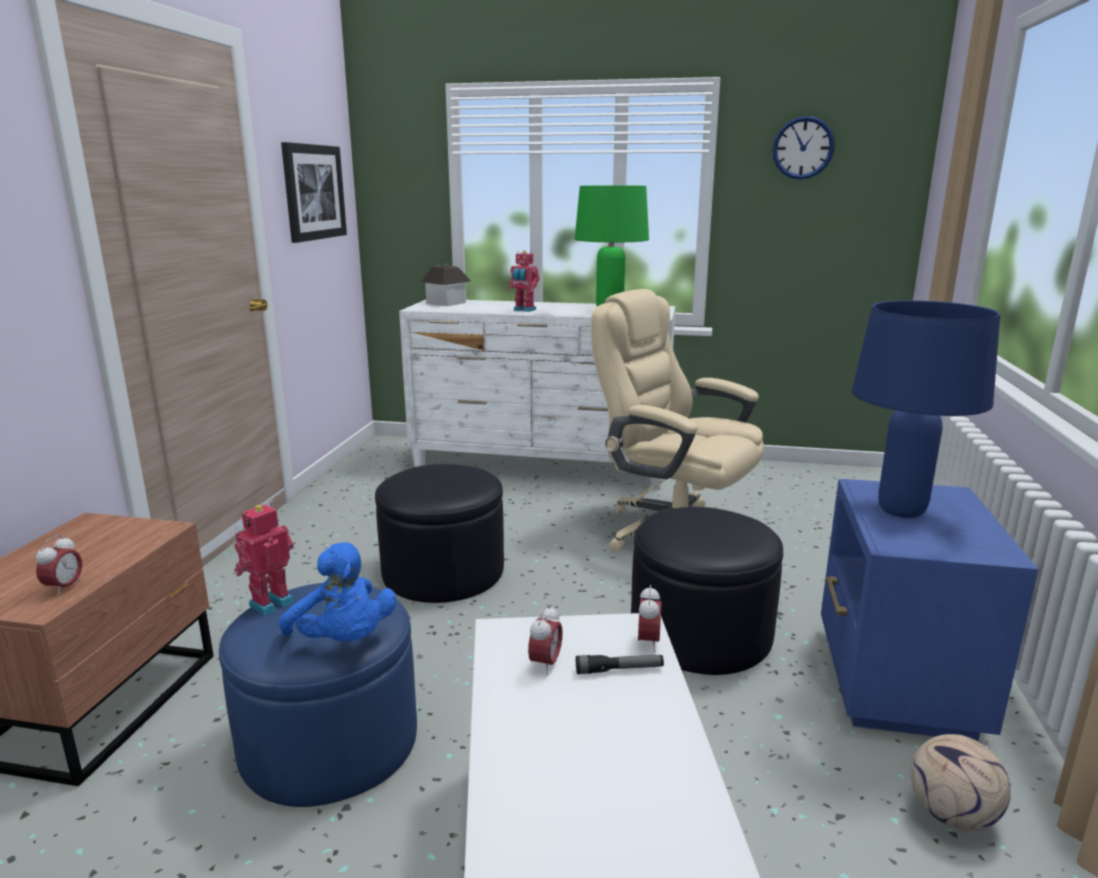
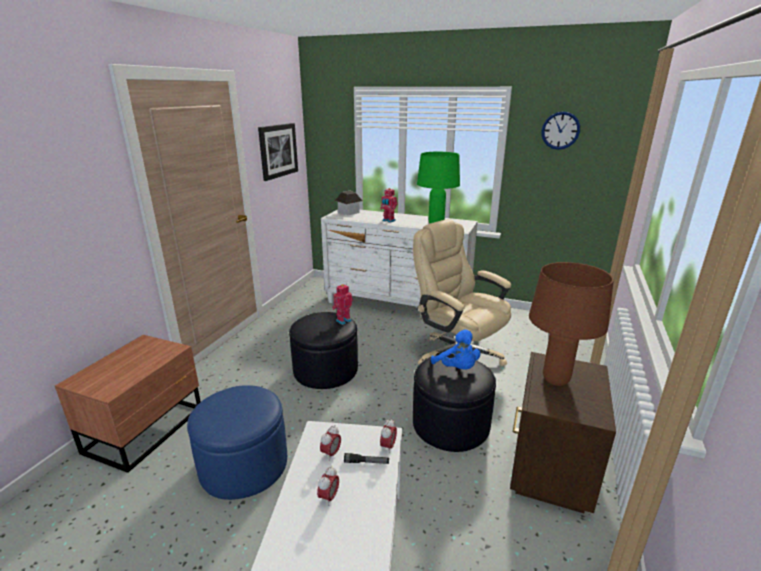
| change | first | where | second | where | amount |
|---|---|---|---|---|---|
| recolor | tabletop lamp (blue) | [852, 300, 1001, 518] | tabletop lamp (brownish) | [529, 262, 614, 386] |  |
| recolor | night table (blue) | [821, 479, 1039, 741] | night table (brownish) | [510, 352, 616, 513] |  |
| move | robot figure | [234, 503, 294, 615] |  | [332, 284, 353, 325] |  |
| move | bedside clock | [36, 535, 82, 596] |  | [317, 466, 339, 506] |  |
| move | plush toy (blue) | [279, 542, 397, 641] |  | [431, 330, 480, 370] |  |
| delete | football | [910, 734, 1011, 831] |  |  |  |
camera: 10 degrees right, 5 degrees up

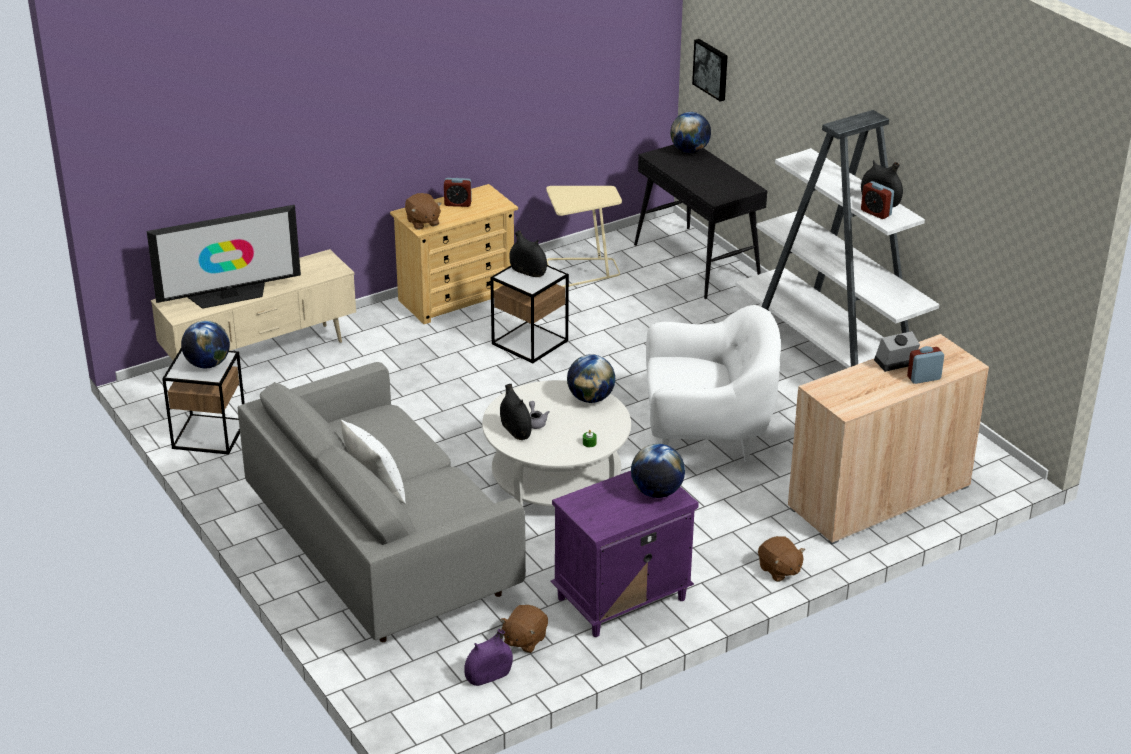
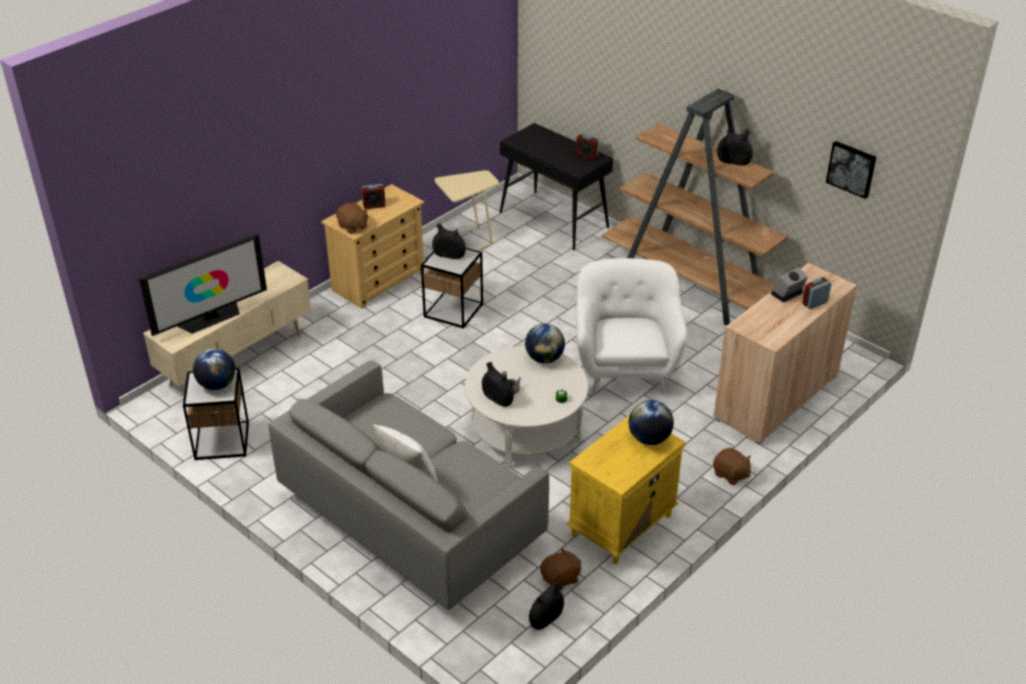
| change | first | where | second | where | amount |
|---|---|---|---|---|---|
| move | wall picture | [692, 39, 727, 102] |  | [826, 141, 876, 199] |  |
| recolor | bookshelf (whitish) | [735, 110, 940, 368] | bookshelf (brownish) | [601, 89, 788, 326] |  |
| delete | globe | [670, 112, 711, 153] |  |  |  |
| move | bedside clock | [861, 181, 894, 219] |  | [576, 133, 599, 159] |  |
| rotate | lounge chair (whitish) | [646, 305, 781, 462] |  | [576, 258, 687, 394] | 75 degrees counterclockwise |
| recolor | night table (purple) | [550, 471, 699, 637] | night table (yellow) | [566, 415, 686, 564] |  |
| rotate | plush toy (brownish) | [500, 605, 548, 653] |  | [540, 547, 581, 591] | 135 degrees counterclockwise |
| recolor | vase (purple) | [464, 629, 513, 686] | vase (blackish) | [529, 580, 564, 630] |  |
camera: 15 degrees left, 5 degrees up

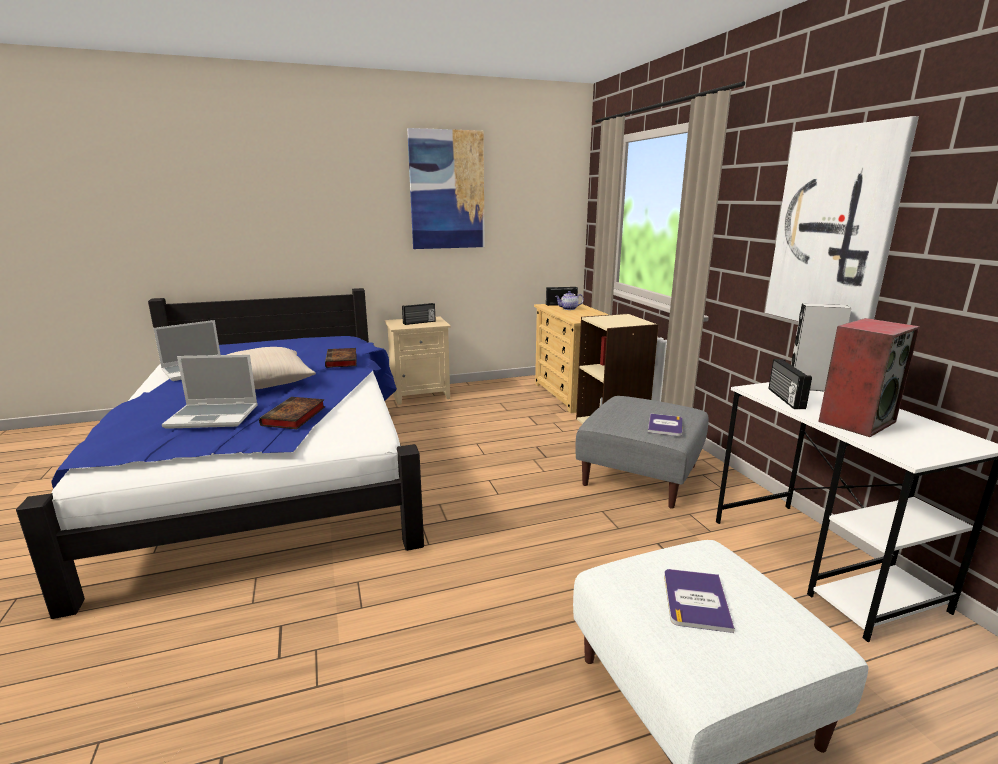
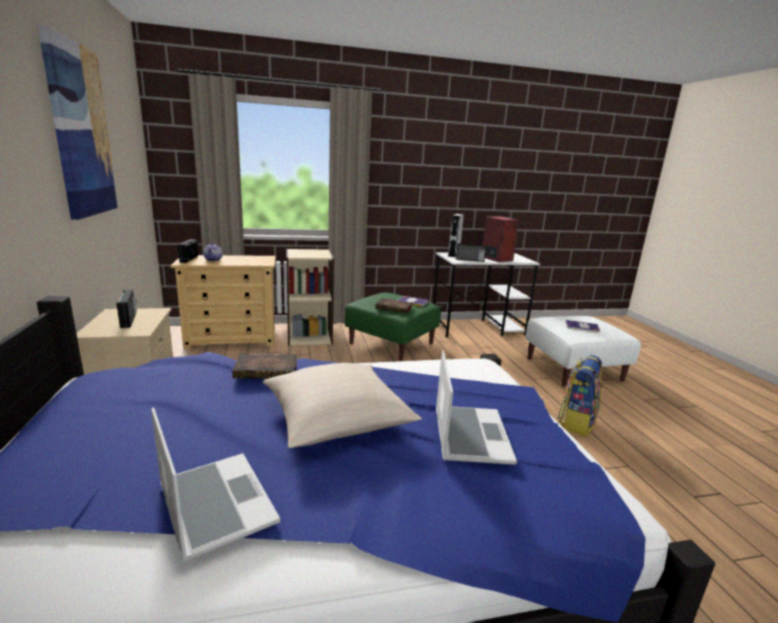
| change | first | where | second | where | amount |
|---|---|---|---|---|---|
| delete | wall picture | [765, 116, 919, 323] |  |  |  |
| recolor | pouffe (greyish) | [575, 396, 709, 509] | pouffe (green-coloured) | [345, 293, 441, 361] |  |
| move | bound book | [259, 397, 325, 429] |  | [375, 298, 413, 313] |  |
| insert |  |  | backpack | [557, 355, 602, 437] |  |
camera: 85 degrees left, 0 degrees up

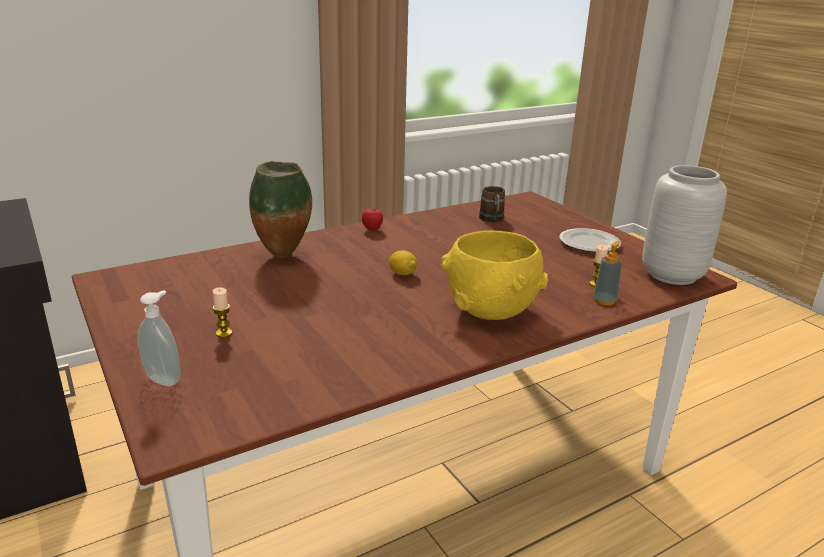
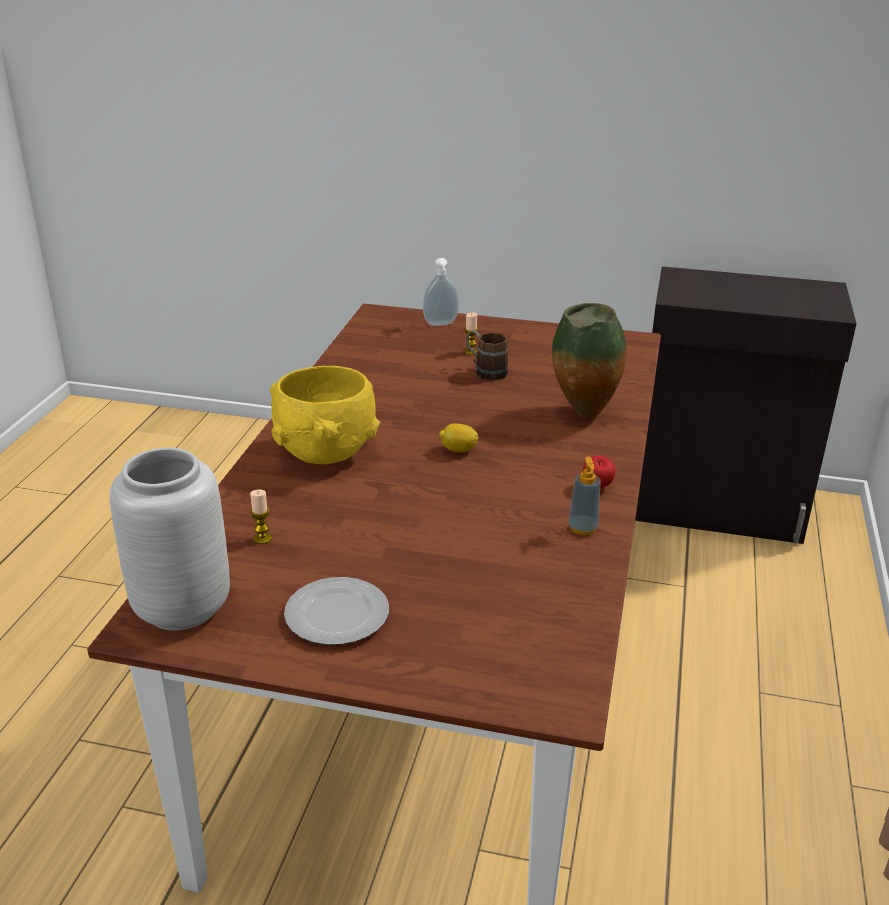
| change | first | where | second | where | amount |
|---|---|---|---|---|---|
| move | tea mug (brownish) | [479, 186, 505, 223] |  | [467, 330, 508, 381] |  |
| move | soap bottle | [593, 240, 622, 305] |  | [568, 457, 600, 535] |  |
camera: 135 degrees right, 5 degrees up

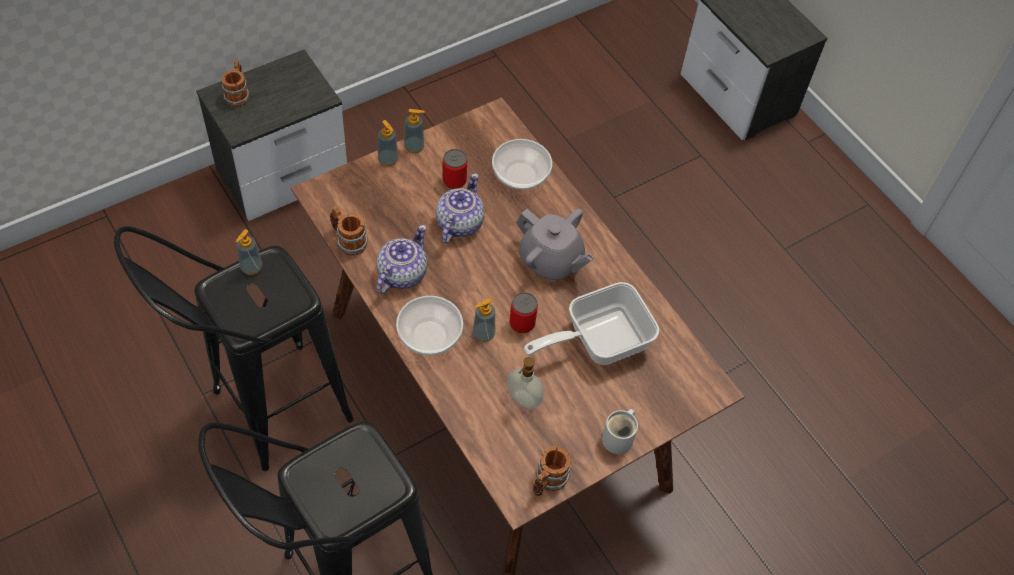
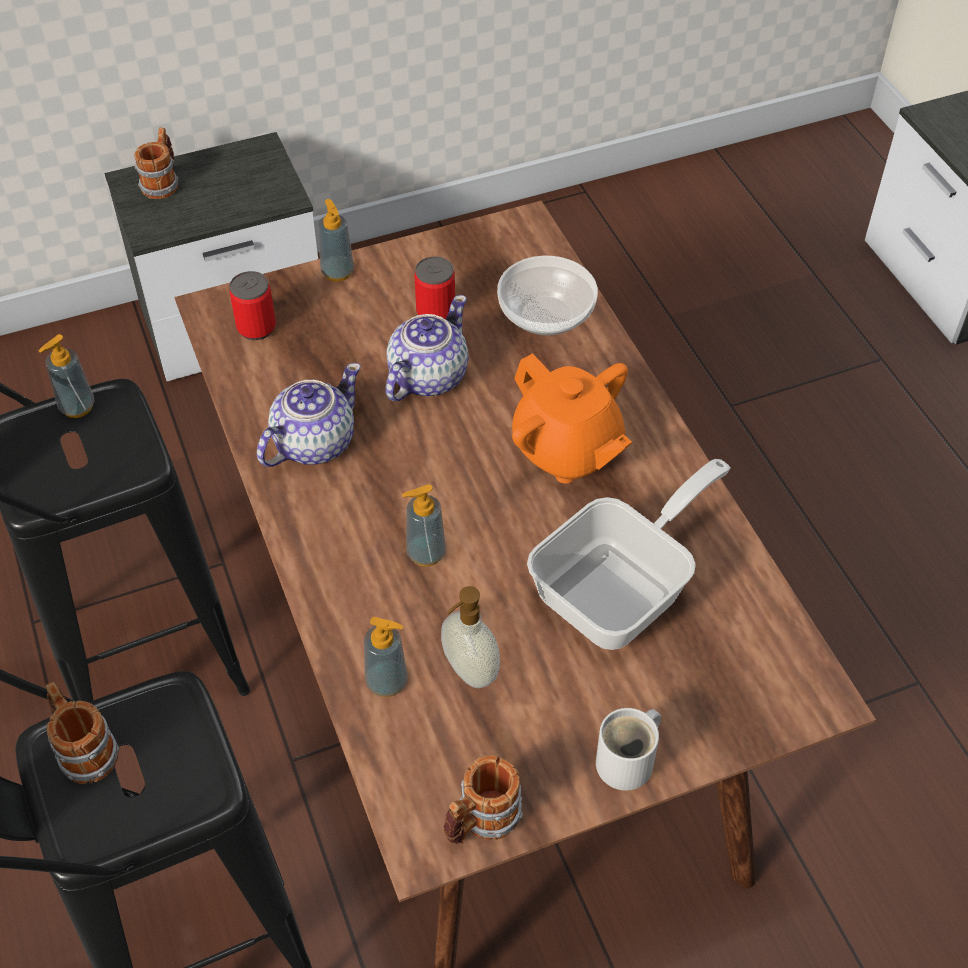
| change | first | where | second | where | amount |
|---|---|---|---|---|---|
| move | soap bottle | [404, 109, 425, 153] |  | [364, 617, 408, 697] |  |
| move | tea mug | [330, 206, 368, 256] |  | [46, 682, 119, 784] |  |
| recolor | pot for tea (greyish) | [516, 209, 594, 282] | pot for tea (orange) | [512, 353, 632, 483] |  |
| rotate | pan | [524, 282, 659, 365] |  | [527, 459, 730, 650] | 150 degrees clockwise |
| move | can | [509, 292, 538, 333] |  | [229, 271, 276, 340] |  |
| delete | bowl | [396, 296, 463, 356] |  |  |  |
camera: 15 degrees right, 5 degrees down

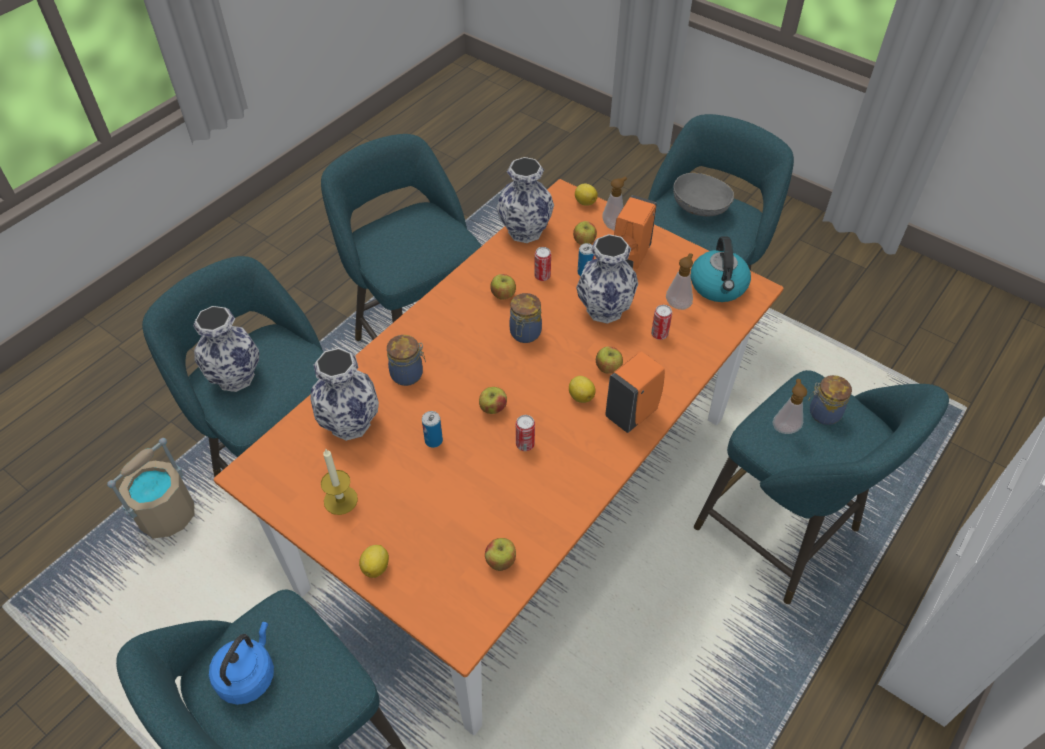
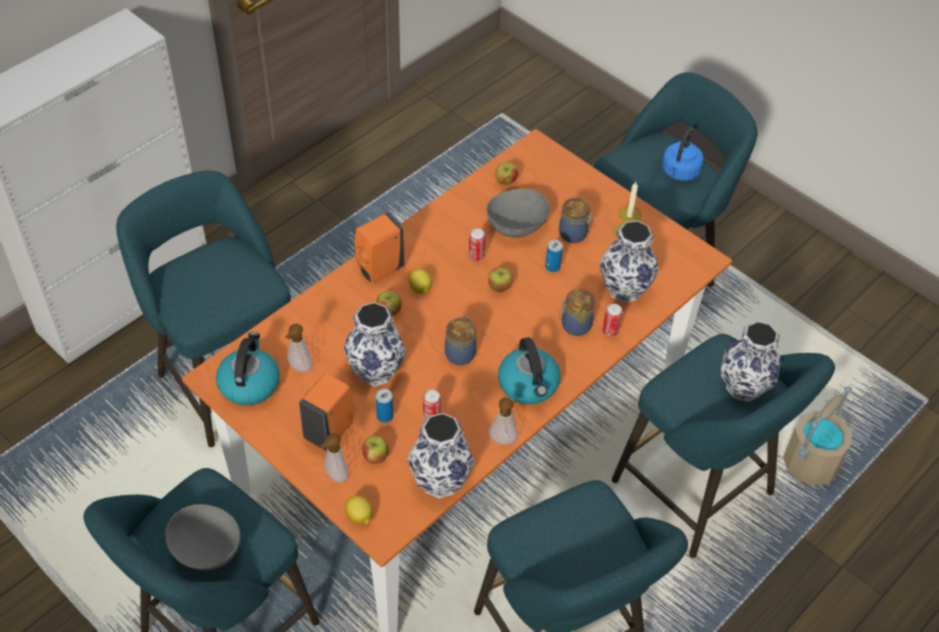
| change | first | where | second | where | amount |
|---|---|---|---|---|---|
| delete | whole apple | [490, 274, 516, 300] |  |  |  |
| move | can | [651, 305, 672, 340] |  | [602, 304, 623, 336] |  |
| move | storage jar | [808, 375, 852, 425] |  | [559, 198, 593, 243] |  |
| move | soap bottle | [772, 379, 808, 434] |  | [489, 398, 518, 445] |  |
| delete | lemon | [359, 545, 389, 578] |  |  |  |
| insert |  |  | bowl (greyish) | [486, 189, 550, 238] |  |
| insert |  |  | water kettle | [498, 337, 561, 404] |  |
camera: 175 degrees left, 0 degrees up

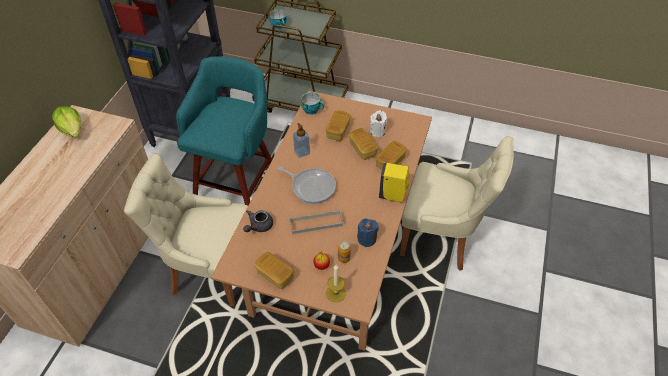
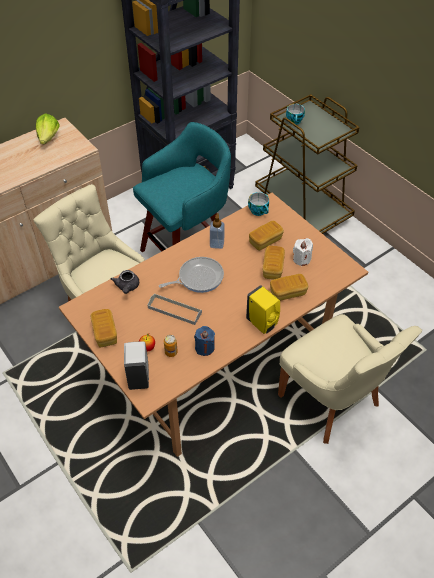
| change | first | where | second | where | amount |
|---|---|---|---|---|---|
| rotate | pan | [277, 166, 336, 204] |  | [159, 257, 224, 293] | 90 degrees counterclockwise |
| rotate | pot for tea (greyish) | [243, 210, 273, 232] |  | [111, 270, 139, 294] | 75 degrees counterclockwise |
| replace | candle | [326, 265, 346, 302] | soap bottle (whitish) | [124, 342, 149, 390] |  |
camera: 35 degrees right, 0 degrees up

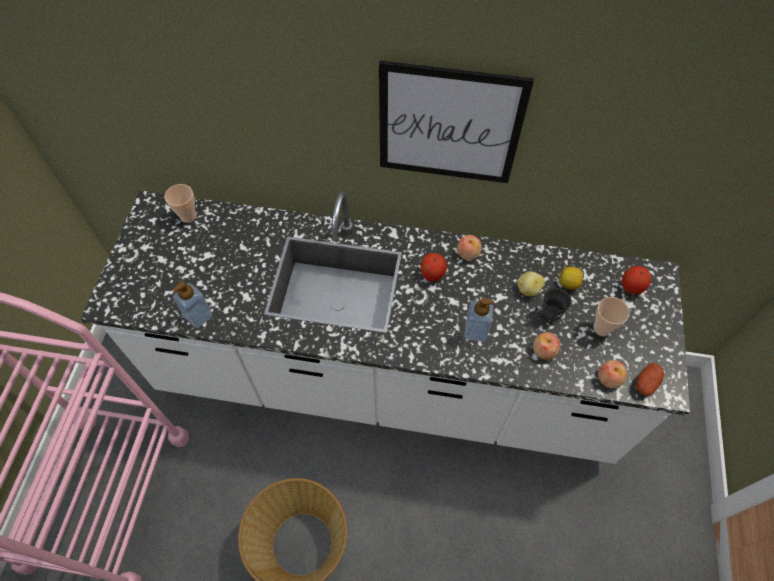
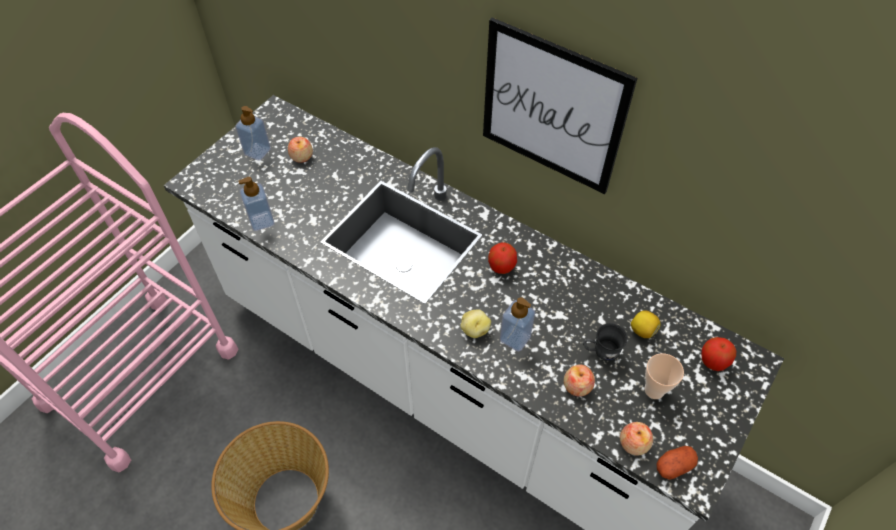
| change | first | where | second | where | amount |
|---|---|---|---|---|---|
| delete | small cup | [165, 184, 196, 223] |  |  |  |
| move | whole apple | [457, 235, 482, 260] |  | [288, 137, 313, 163] |  |
| move | whole potato | [517, 271, 545, 296] |  | [460, 309, 491, 338] |  |
| insert |  |  | soap bottle | [235, 106, 271, 161] |  |
camera: 25 degrees right, 5 degrees down

